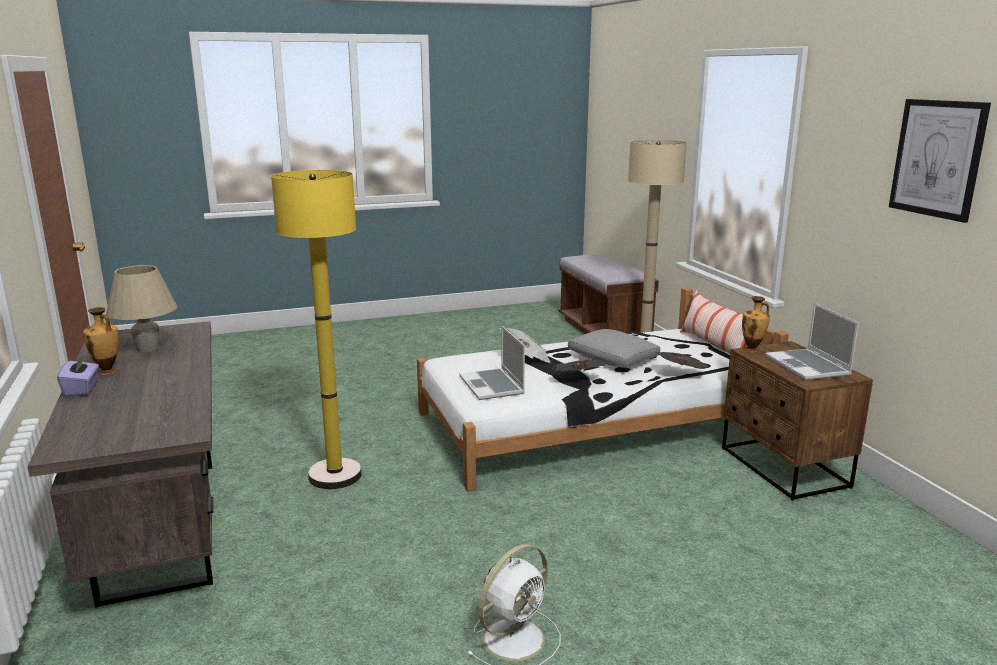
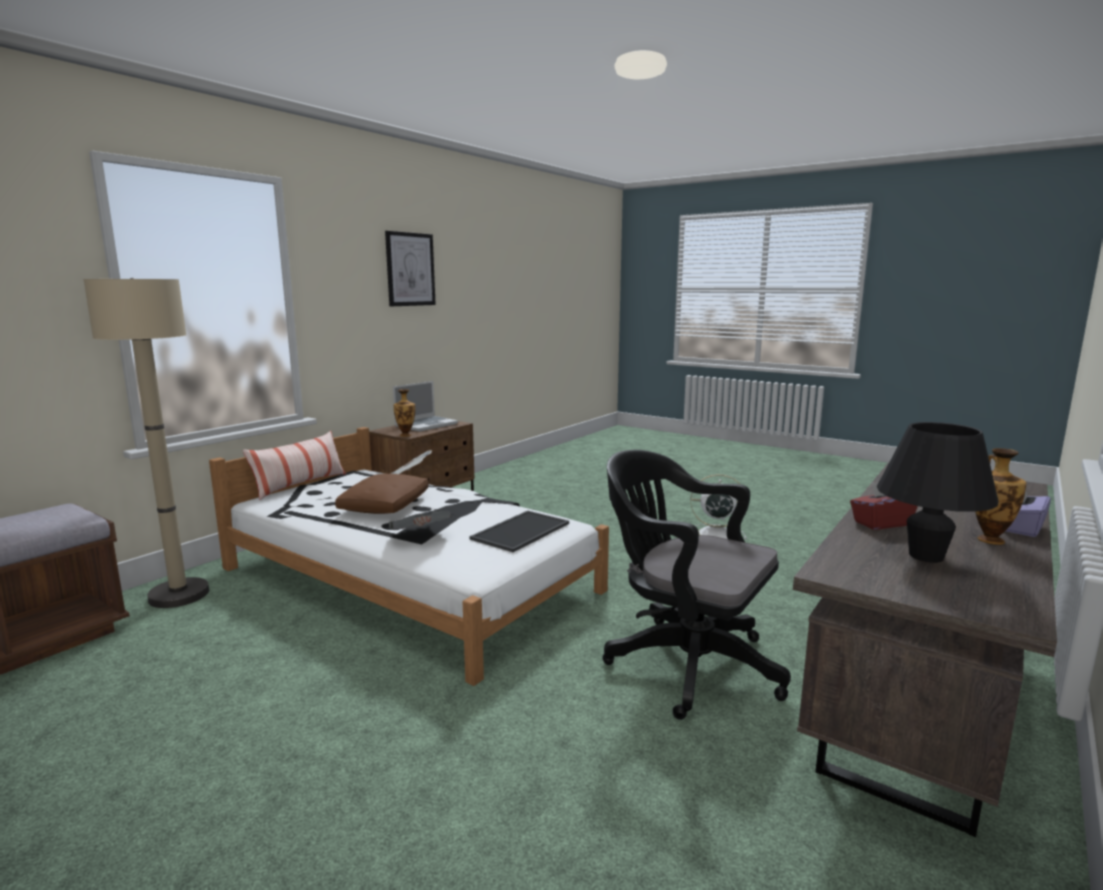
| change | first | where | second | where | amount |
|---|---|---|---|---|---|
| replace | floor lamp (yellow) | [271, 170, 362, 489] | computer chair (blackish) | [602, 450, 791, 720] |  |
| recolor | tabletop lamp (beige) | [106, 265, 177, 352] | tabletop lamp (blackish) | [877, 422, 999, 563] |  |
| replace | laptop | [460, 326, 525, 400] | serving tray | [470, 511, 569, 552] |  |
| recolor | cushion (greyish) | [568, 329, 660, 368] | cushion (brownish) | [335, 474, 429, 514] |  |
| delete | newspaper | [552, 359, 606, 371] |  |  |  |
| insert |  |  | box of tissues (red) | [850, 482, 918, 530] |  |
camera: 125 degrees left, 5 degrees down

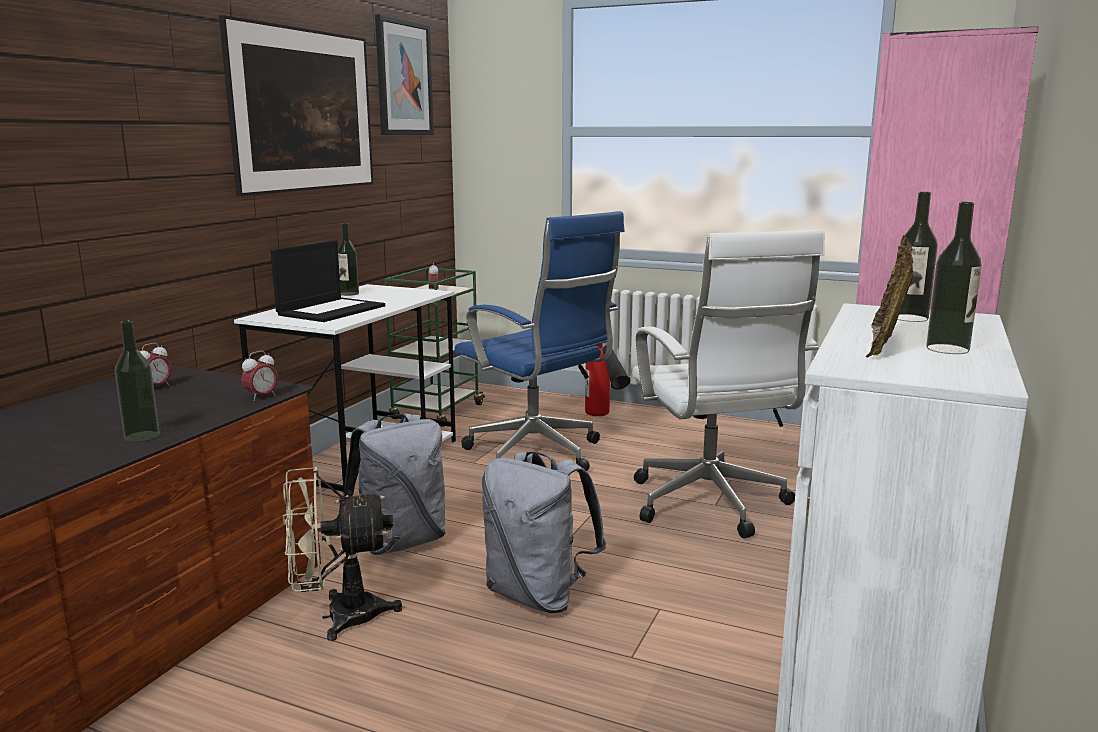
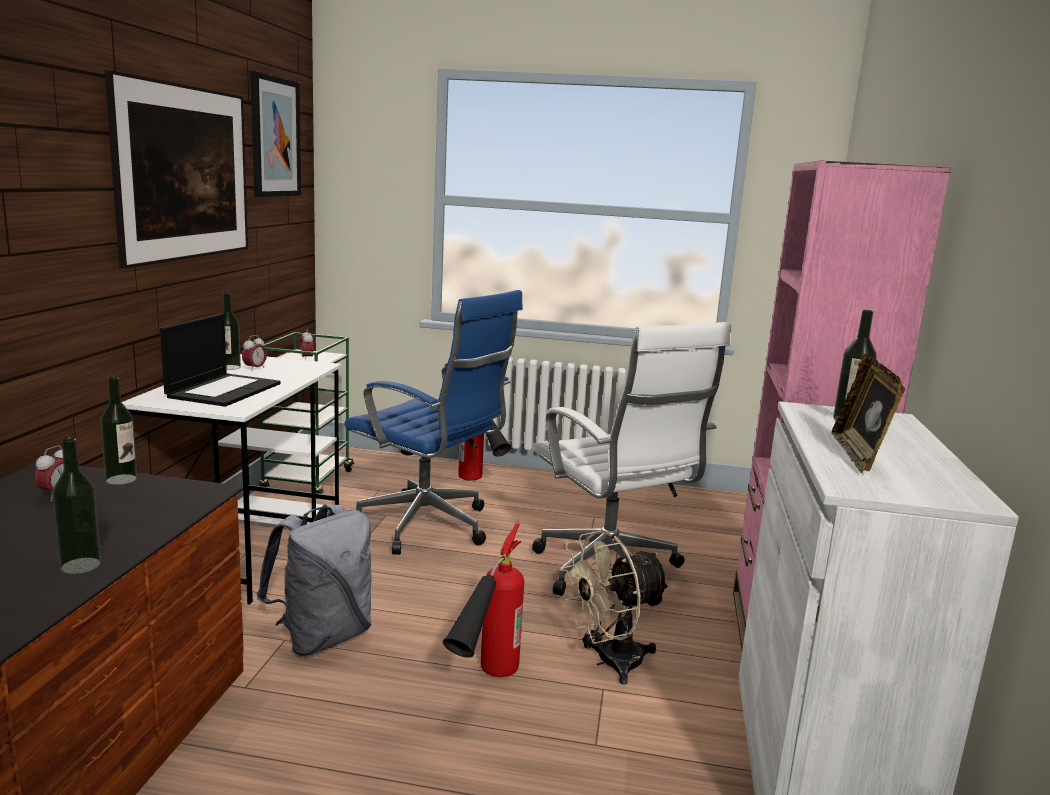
| change | first | where | second | where | amount |
|---|---|---|---|---|---|
| move | bottle | [926, 202, 982, 354] |  | [100, 377, 137, 485] |  |
| move | bedside clock | [241, 351, 278, 401] |  | [242, 335, 267, 371] |  |
| replace | backpack (greyish) | [481, 451, 606, 613] | extinguisher | [443, 523, 524, 677] |  |
| move | fan (beige) | [283, 467, 402, 641] |  | [560, 530, 670, 685] |  |
camera: 15 degrees left, 0 degrees up

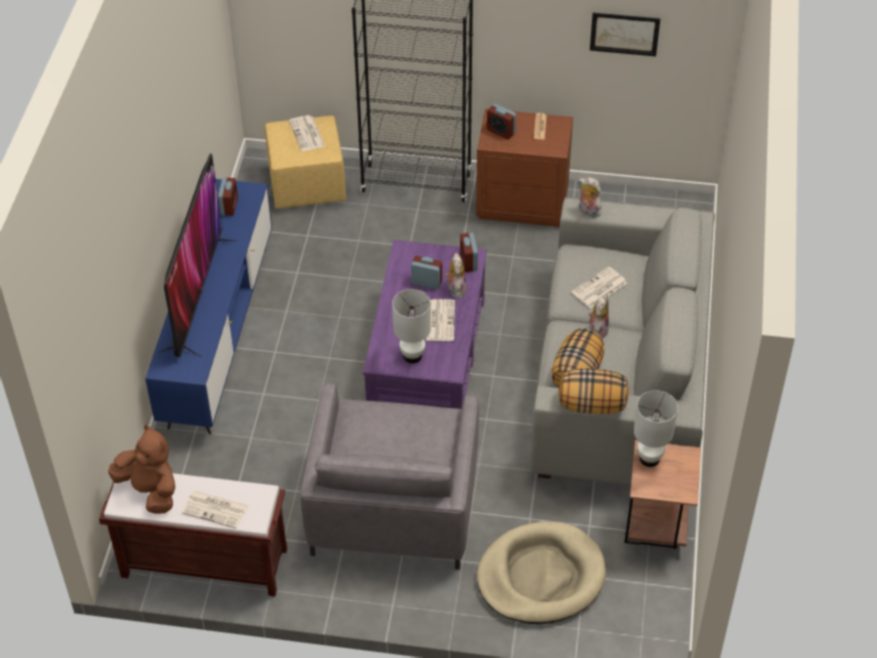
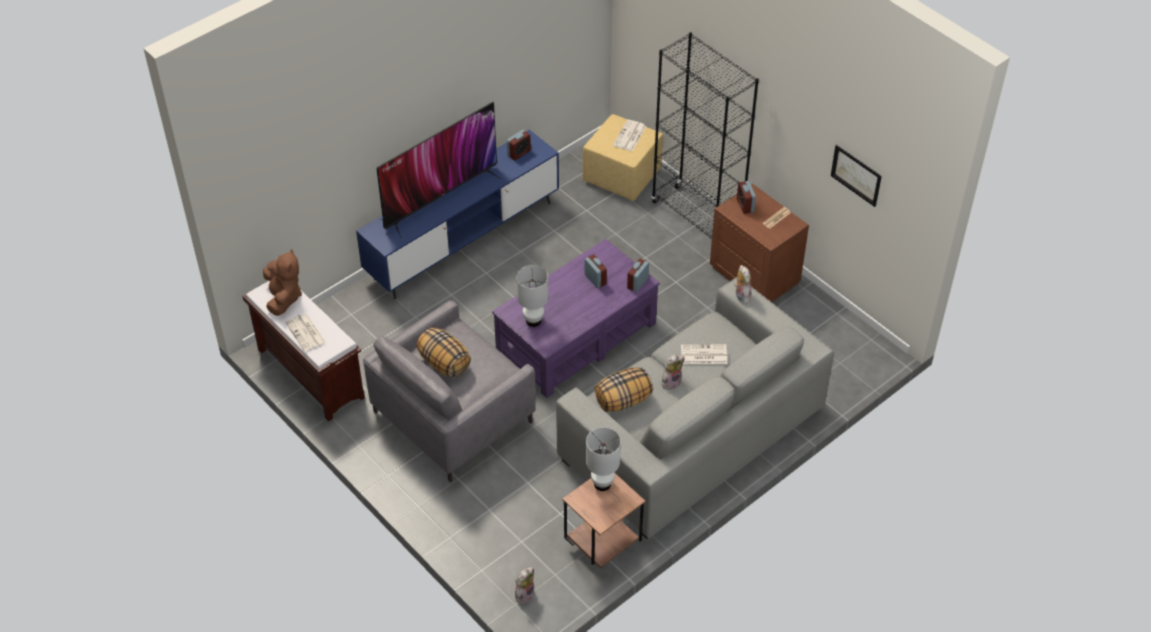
| change | first | where | second | where | amount |
|---|---|---|---|---|---|
| move | plush toy | [445, 253, 467, 298] |  | [515, 567, 534, 604] |  |
| delete | newspaper | [426, 299, 455, 341] |  |  |  |
| move | cushion | [559, 368, 629, 414] |  | [416, 327, 471, 378] |  |
| delete | pet bed (beige) | [477, 521, 606, 624] |  |  |  |
camera: 40 degrees right, 0 degrees up

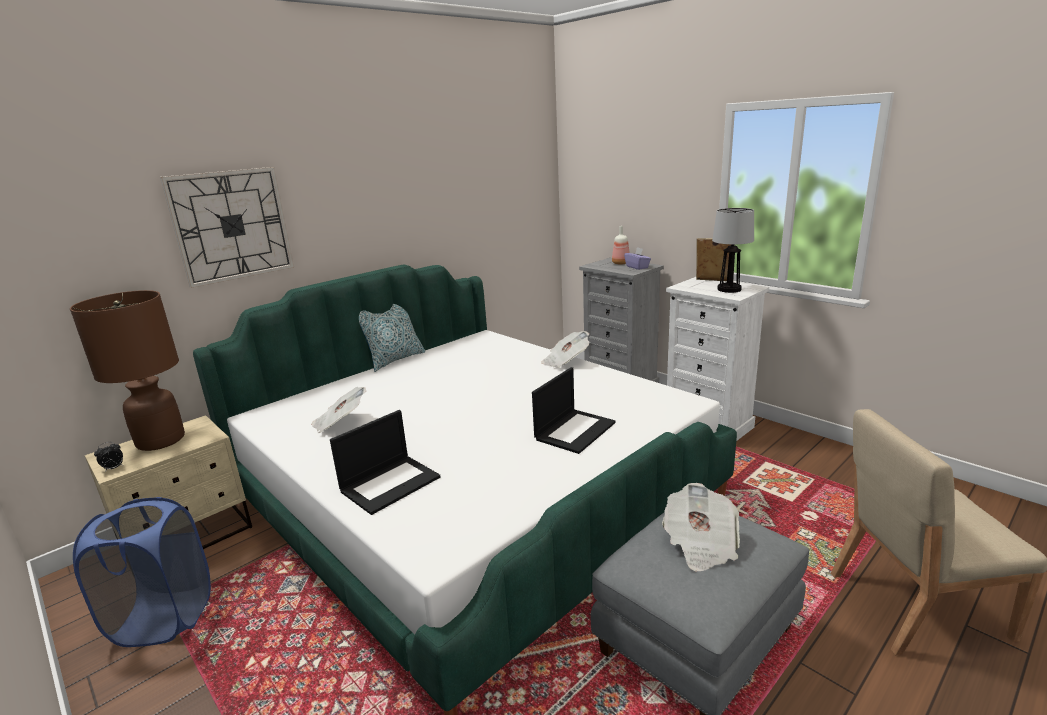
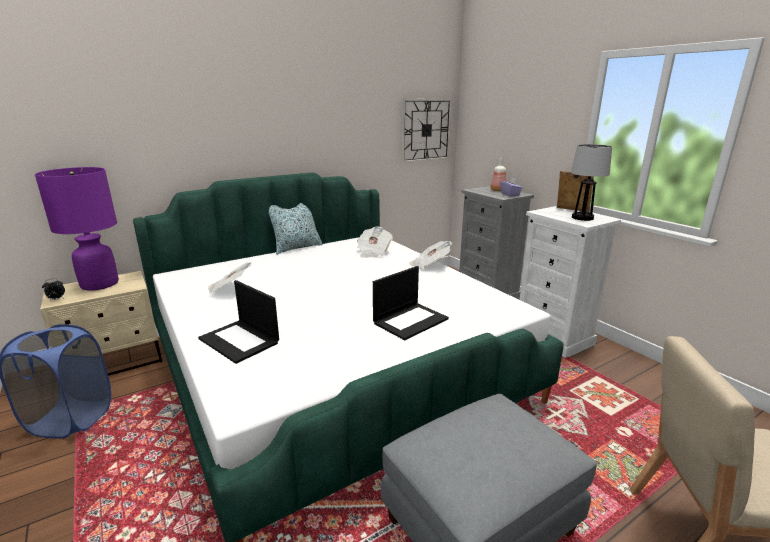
| change | first | where | second | where | amount |
|---|---|---|---|---|---|
| move | clock on the wall | [160, 167, 294, 288] |  | [401, 99, 452, 163] |  |
| recolor | tabletop lamp (brownish) | [70, 290, 185, 451] | tabletop lamp (purple) | [35, 167, 119, 291] |  |
| rotate | laptop | [330, 410, 441, 515] |  | [198, 280, 279, 364] | 75 degrees clockwise |
| move | newspaper | [662, 483, 740, 572] |  | [357, 227, 393, 258] |  |
camera: 10 degrees right, 0 degrees up

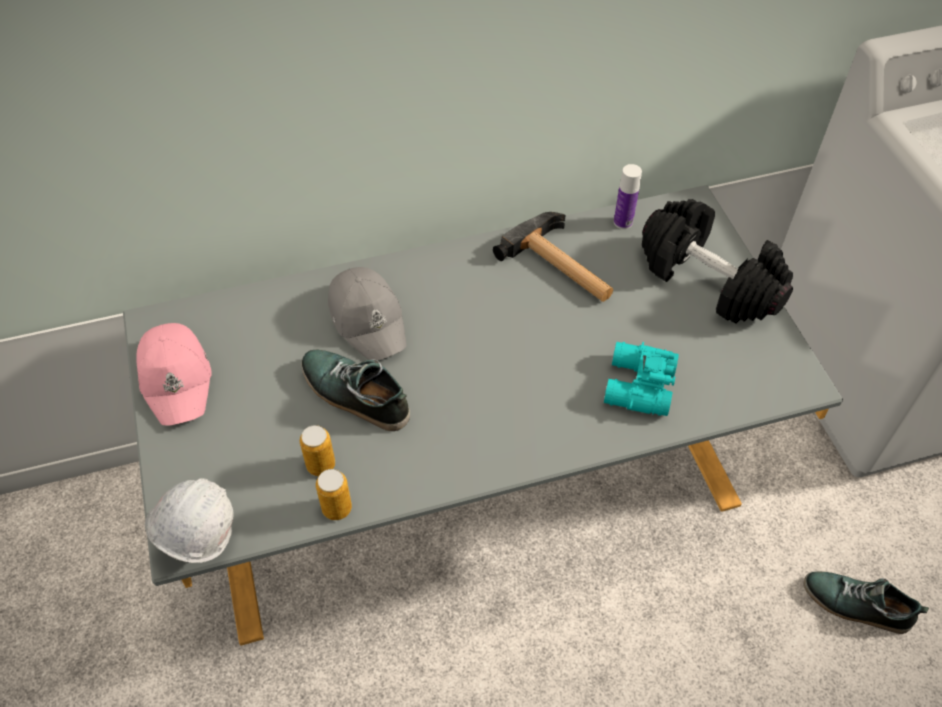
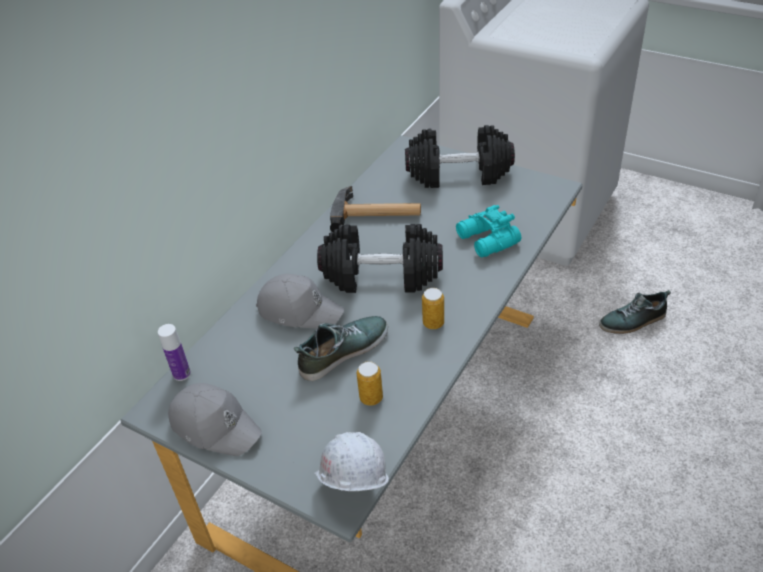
| change | first | where | second | where | amount |
|---|---|---|---|---|---|
| move | bottle | [614, 164, 642, 229] |  | [158, 324, 191, 381] |  |
| recolor | cap (pink-coloured) | [136, 323, 212, 426] | cap (greyish) | [168, 383, 262, 456] |  |
| rotate | low shoe | [301, 350, 410, 431] |  | [294, 316, 388, 381] | 150 degrees clockwise |
| move | can | [316, 469, 352, 520] |  | [422, 288, 444, 329] |  |
| insert |  |  | free weight (blackish) | [317, 224, 443, 293] |  |
camera: 40 degrees left, 10 degrees down

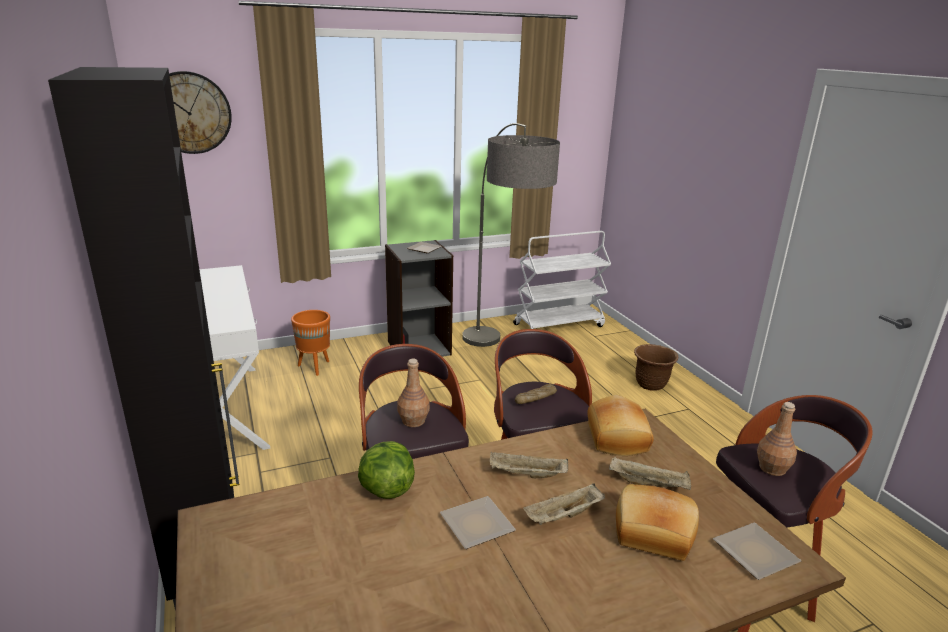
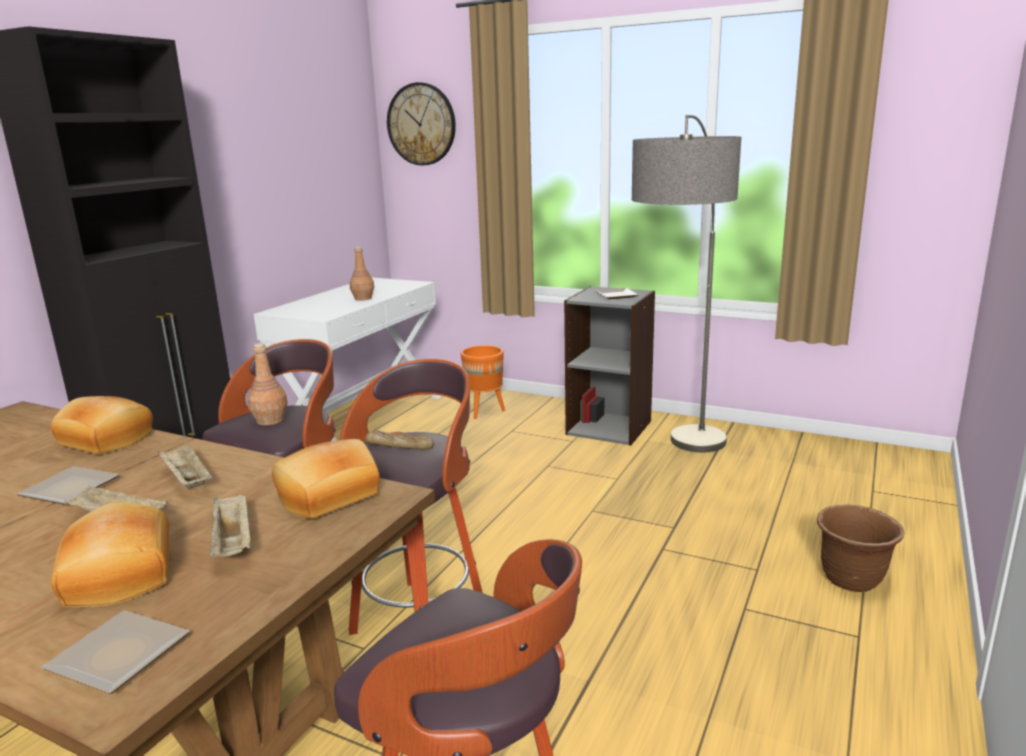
| change | first | where | second | where | amount |
|---|---|---|---|---|---|
| delete | trolley (whitish) | [513, 231, 611, 329] |  |  |  |
| move | bottle (brownish) | [757, 402, 797, 476] |  | [350, 247, 374, 301] |  |
| replace | head of lettuce | [358, 441, 415, 499] | baked bread | [51, 396, 153, 454] |  |
camera: 50 degrees right, 5 degrees down

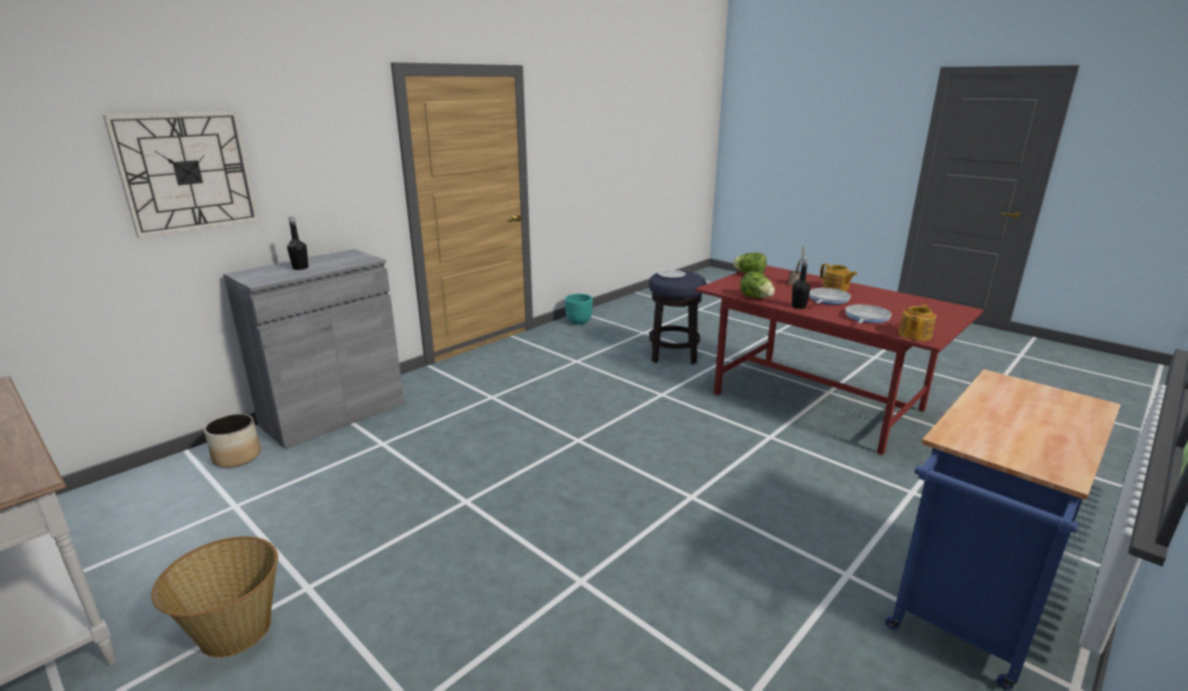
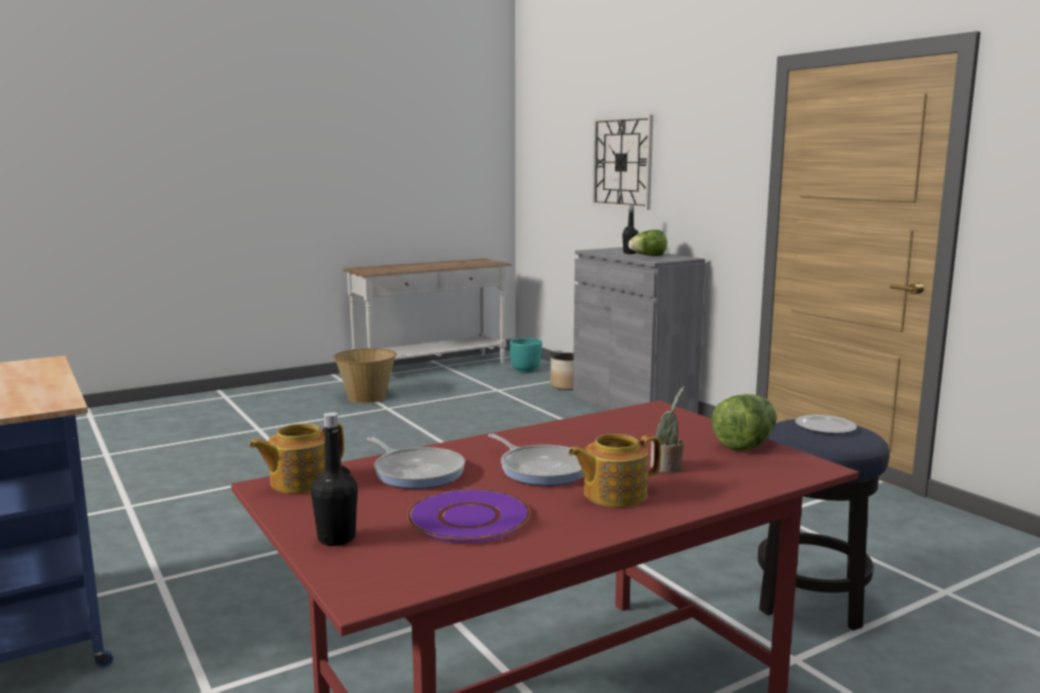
| change | first | where | second | where | amount |
|---|---|---|---|---|---|
| move | bottle (blackish) | [792, 258, 810, 309] |  | [311, 412, 358, 546] |  |
| move | head of lettuce | [740, 271, 775, 298] |  | [628, 230, 667, 256] |  |
| move | flower pot (blue-green) | [565, 294, 593, 325] |  | [509, 338, 542, 373] |  |
| rotate | pot for tea | [899, 304, 936, 341] |  | [249, 423, 344, 494] | 90 degrees counterclockwise |
| insert |  |  | plate (purple) | [407, 489, 531, 543] |  |
camera: 105 degrees right, 10 degrees down

